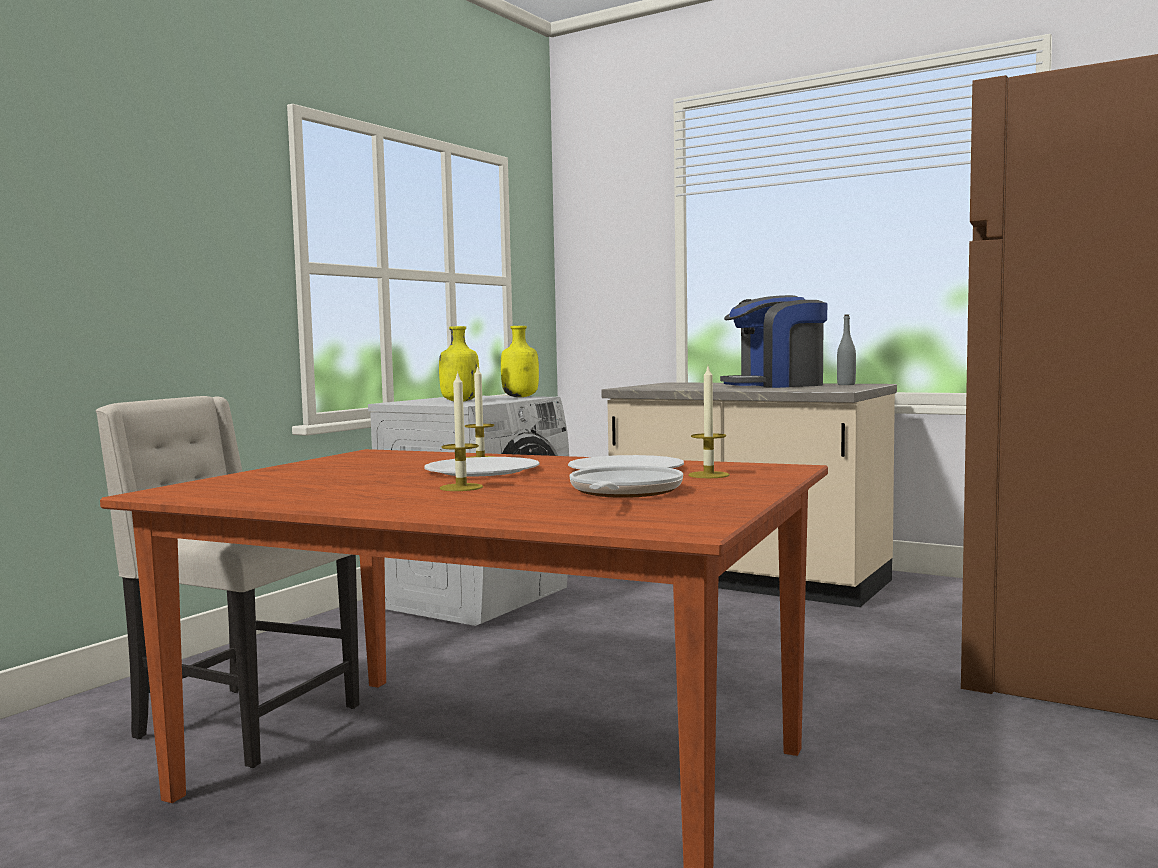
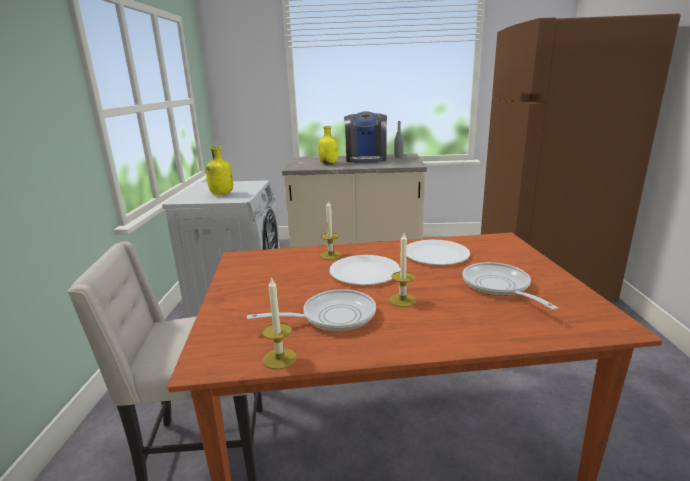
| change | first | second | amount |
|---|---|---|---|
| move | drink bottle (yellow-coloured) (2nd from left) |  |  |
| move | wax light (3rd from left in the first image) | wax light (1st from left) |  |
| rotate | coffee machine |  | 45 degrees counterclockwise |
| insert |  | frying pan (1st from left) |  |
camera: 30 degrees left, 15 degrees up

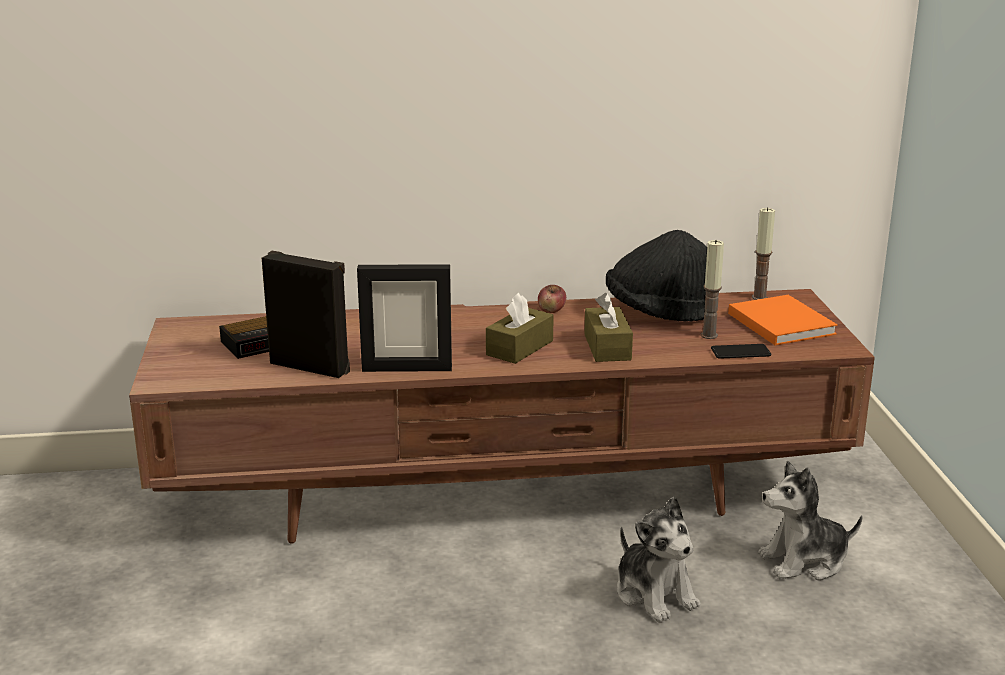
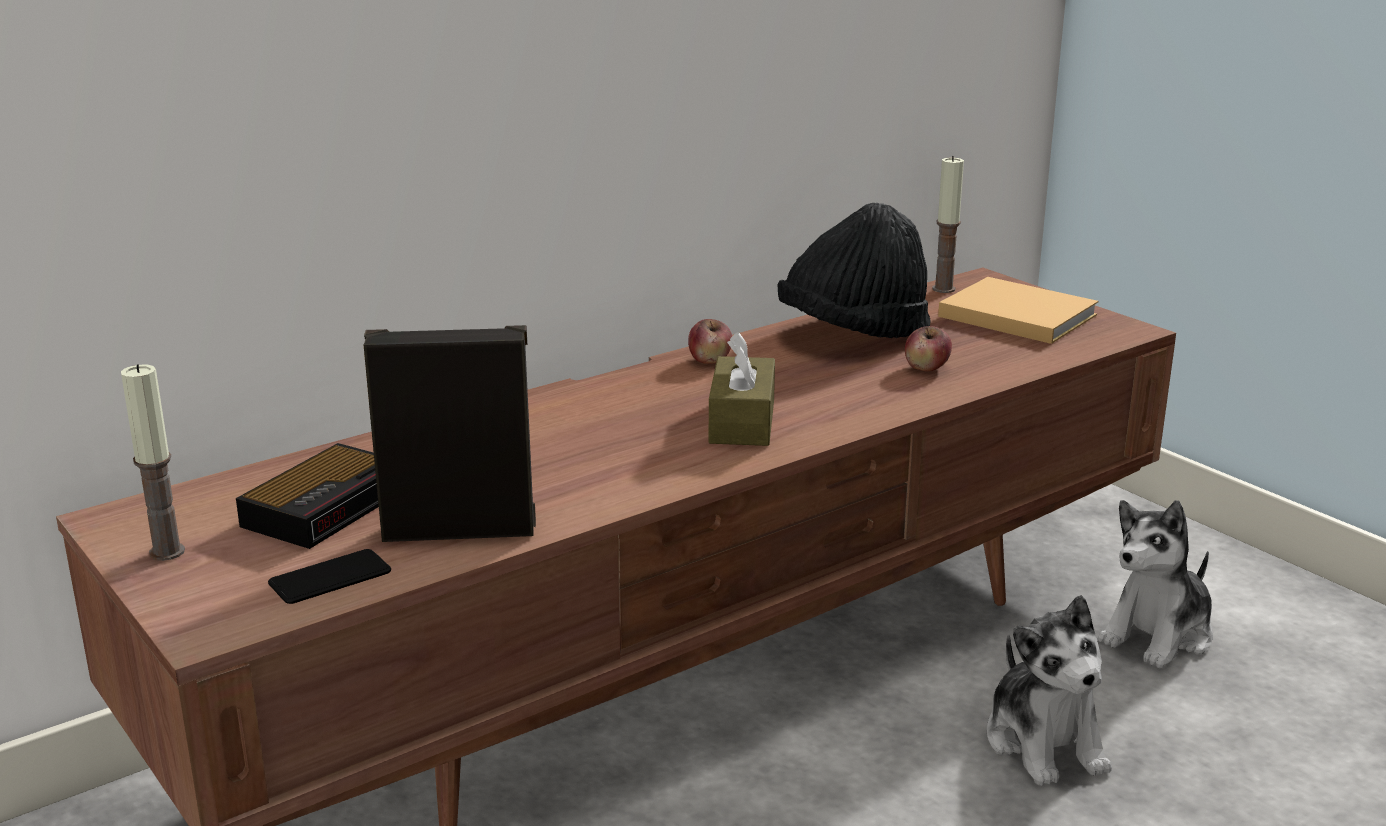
| change | first | second | amount |
|---|---|---|---|
| delete | standing frame |  |  |
| delete | box of tissues (brownish) (2nd from left) |  |  |
| rotate | cuddly toy (1st from left) |  | 45 degrees clockwise |
| move | wax light (1st from left) |  |  |
| move | handset |  |  |
| recolor | volume (orangey) | volume (beige-coloured) |  |
| insert |  | apple (2nd from left) |  |
camera: 30 degrees left, 0 degrees up

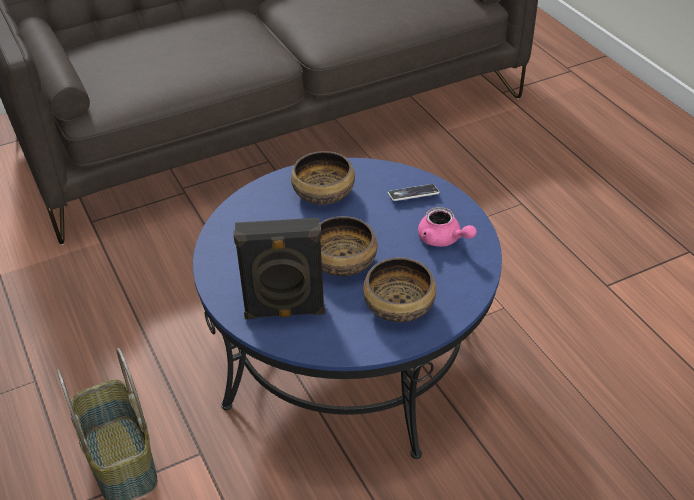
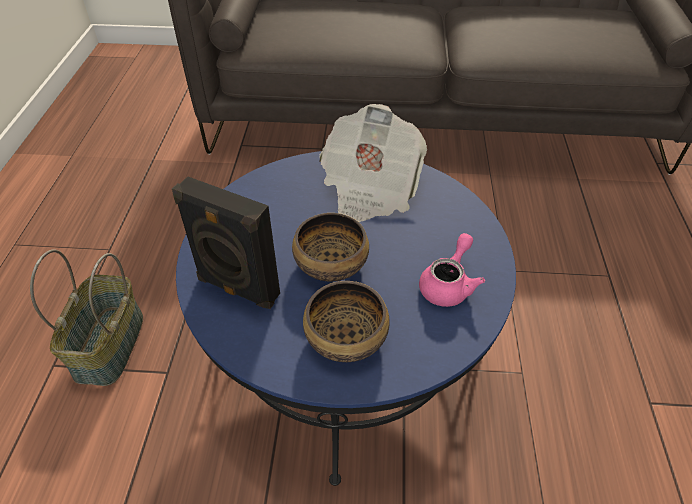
| change | first | second | amount |
|---|---|---|---|
| replace | deep dish (1st from left) | daily paper |  |
| delete | handset |  |  |
| rotate | tea pot (pink-coloured) |  | 135 degrees counterclockwise |
camera: 30 degrees right, 5 degrees up

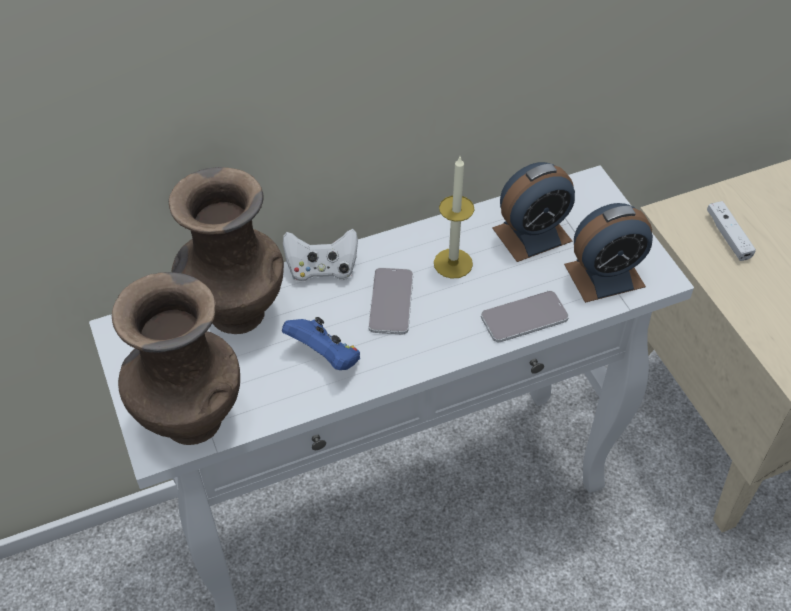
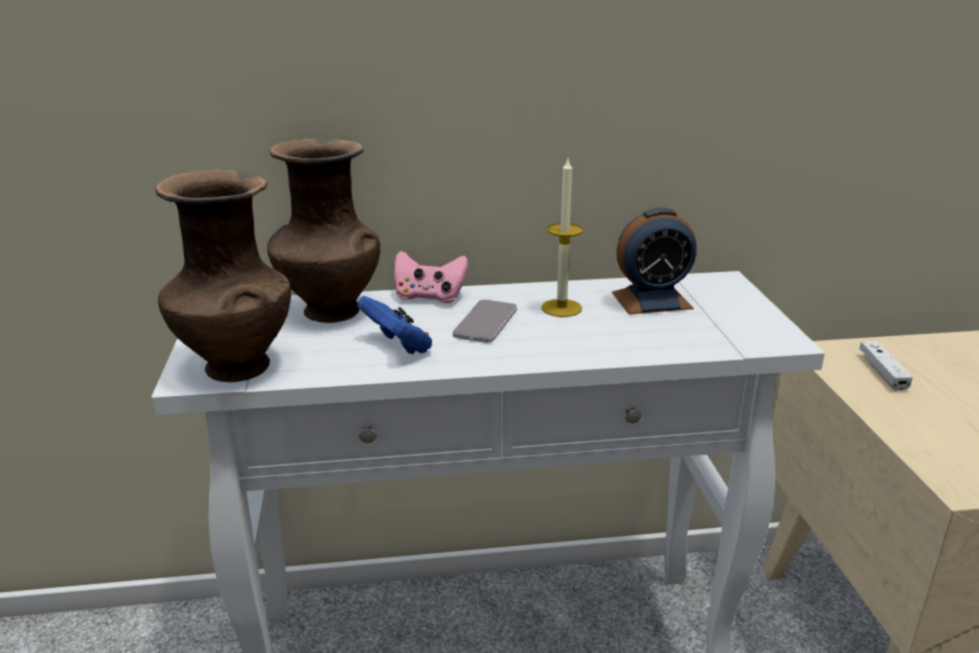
| change | first | second | amount |
|---|---|---|---|
| recolor | gamepad (white-coloured) (1st from left) | gamepad (pink-coloured) |  |
| delete | handset (2nd from left) |  |  |
| delete | bedside clock (2nd from left) |  |  |
camera: 15 degrees right, 25 degrees down

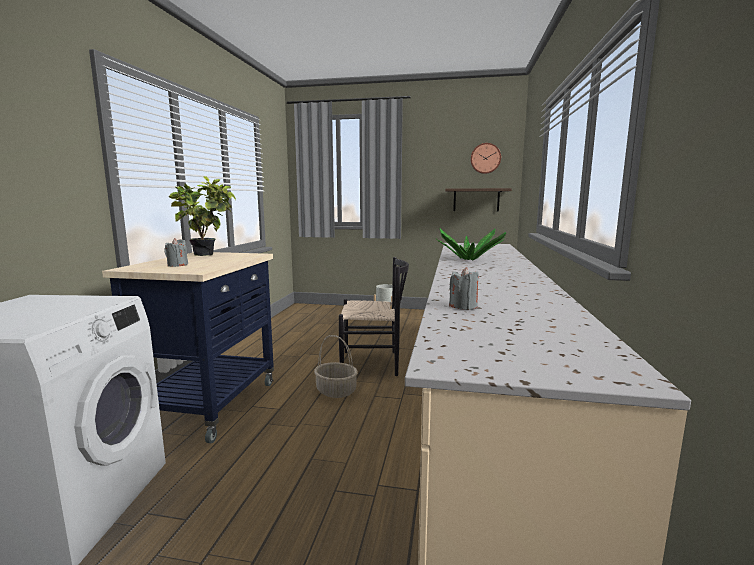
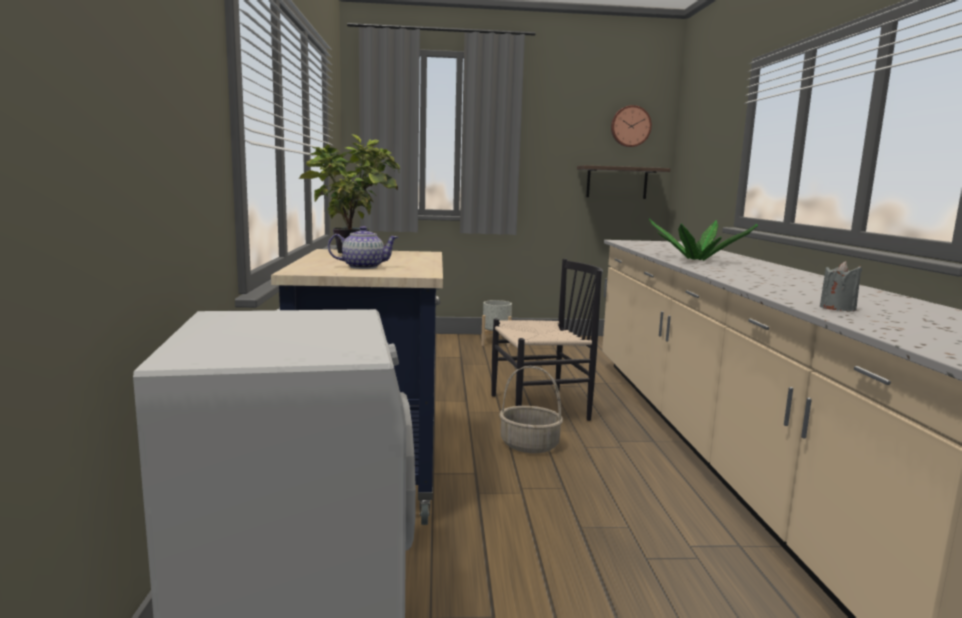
| change | first | second | amount |
|---|---|---|---|
| replace | wax light (greyish) (1st from left) | tea pot |  |
camera: 15 degrees left, 0 degrees up

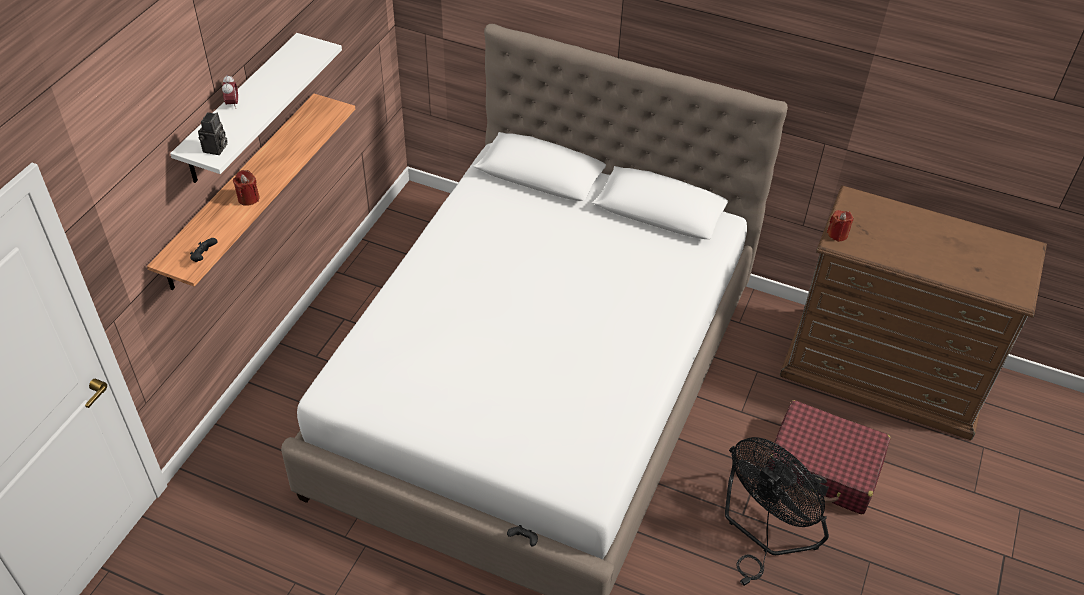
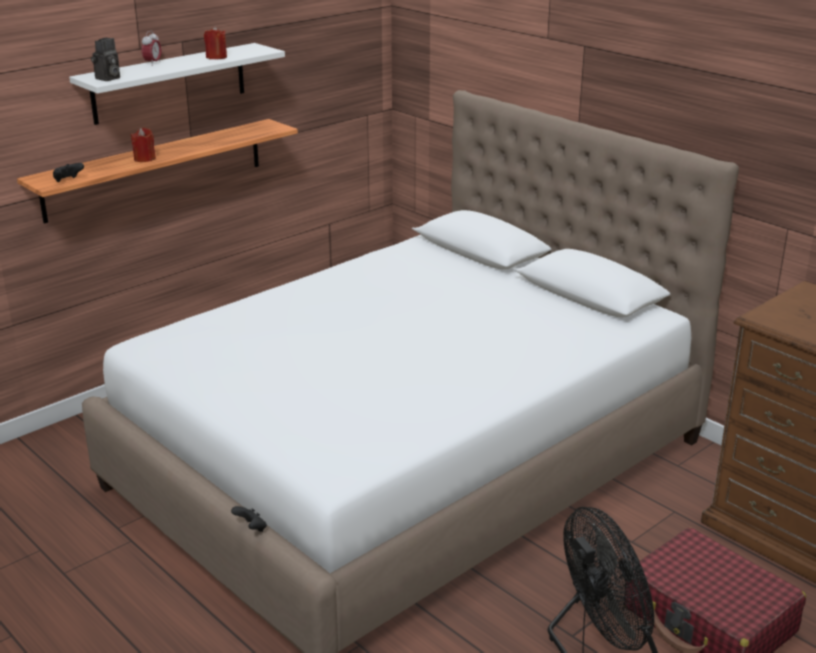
| change | first | second | amount |
|---|---|---|---|
| move | wax light (red-coloured) (2nd from left) |  |  |
camera: 25 degrees right, 20 degrees down

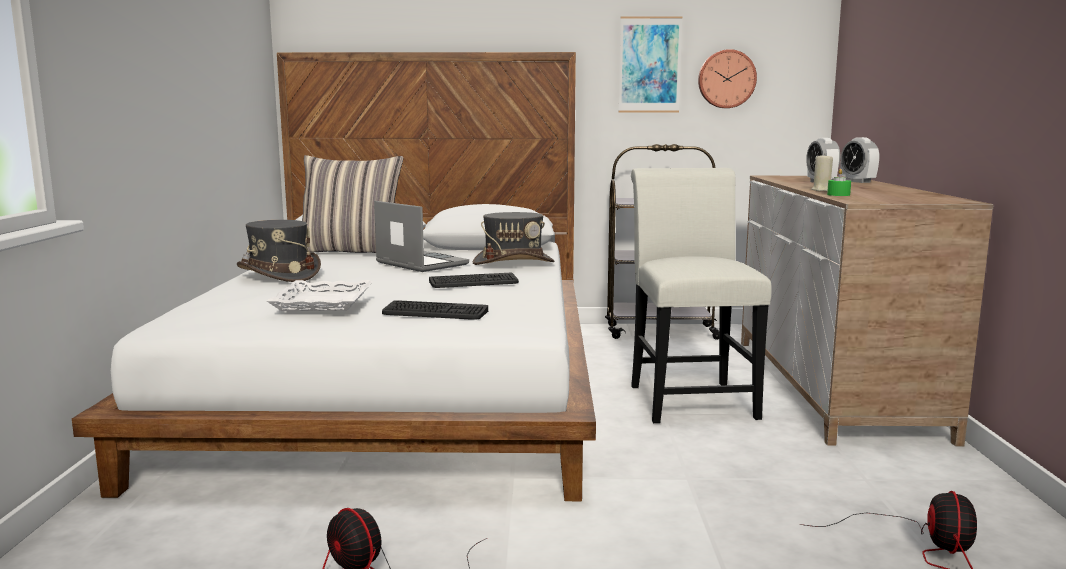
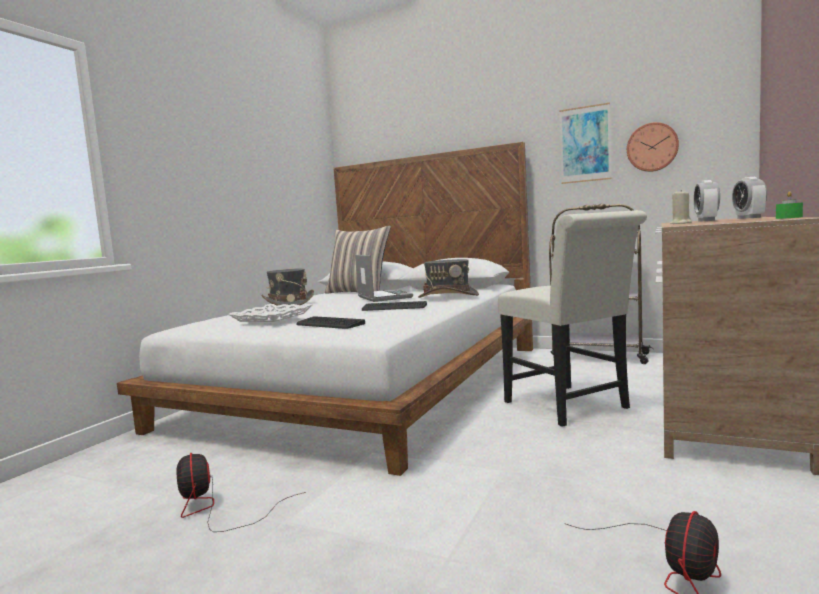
| change | first | second | amount |
|---|---|---|---|
| rotate | chair (white-coloured) |  | 135 degrees clockwise |
| move | wax light (green) |  |  |
camera: 25 degrees right, 5 degrees down

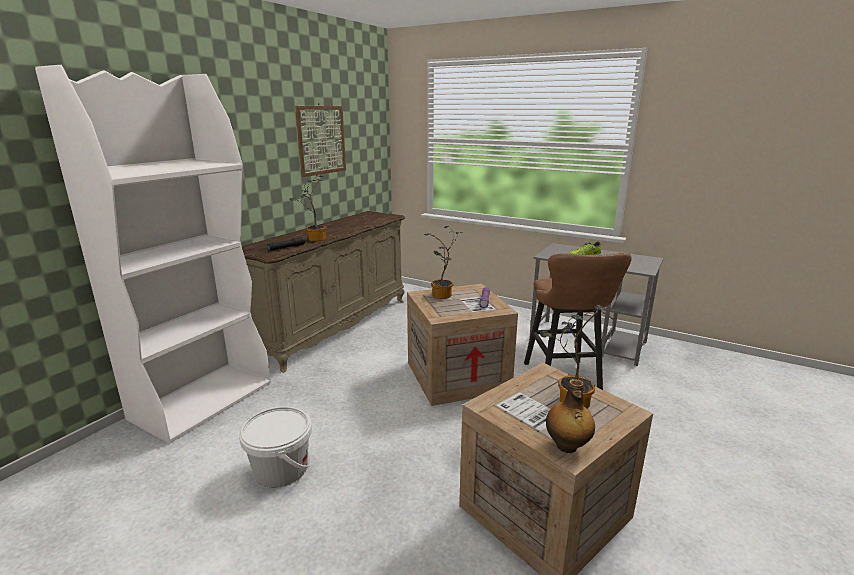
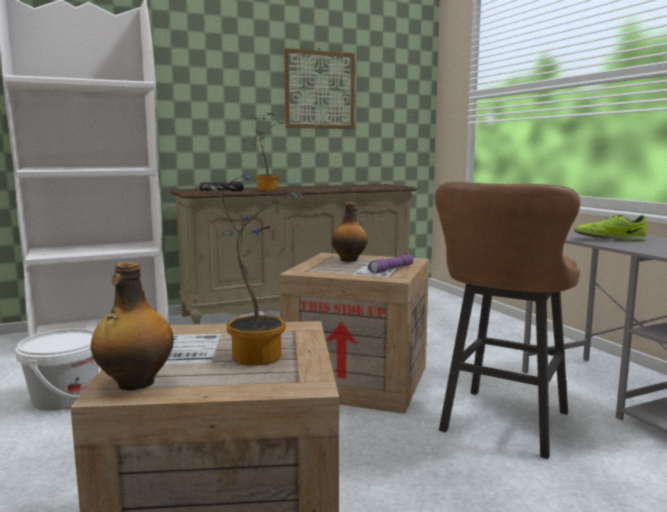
| change | first | second | amount |
|---|---|---|---|
| replace | houseplant (2nd from left) | drink bottle (2nd from left) |  |
camera: 35 degrees right, 10 degrees down

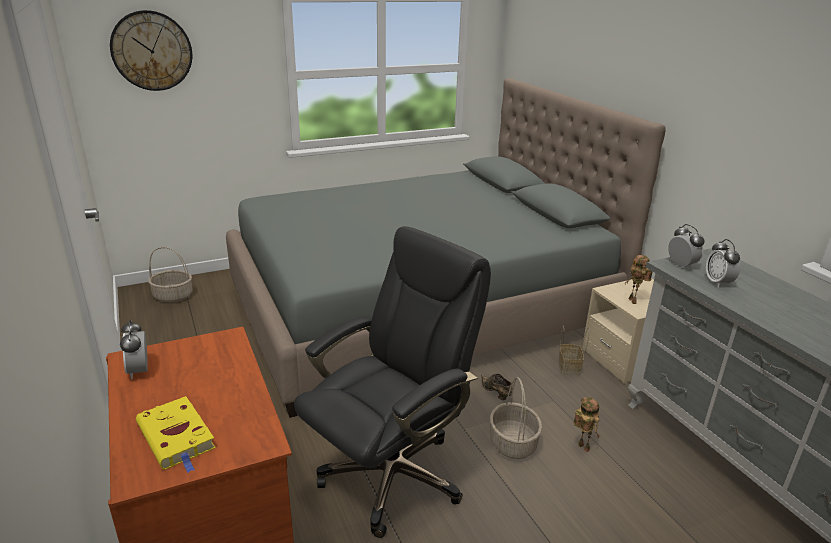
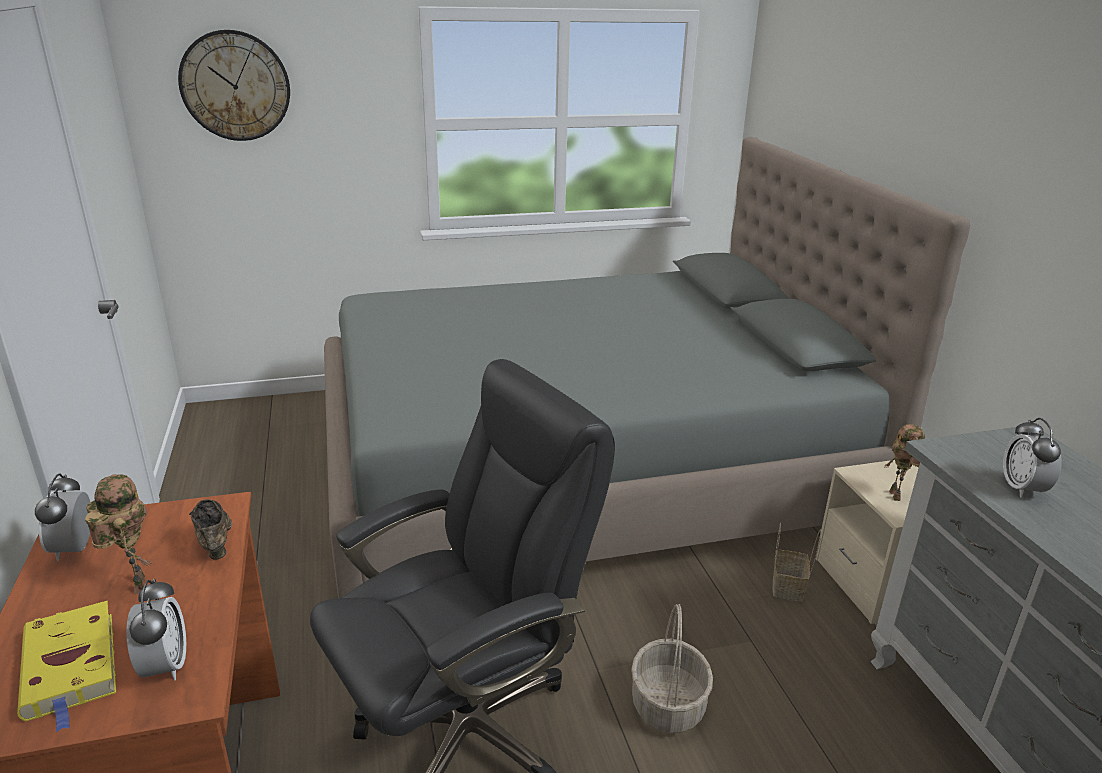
| change | first | second | amount |
|---|---|---|---|
| delete | basket (1st from left) |  |  |
| move | shoe (brownish) |  |  |
| move | robot figure (1st from left) |  |  |
| move | bedside clock (2nd from left) |  |  |
camera: 10 degrees right, 0 degrees up

